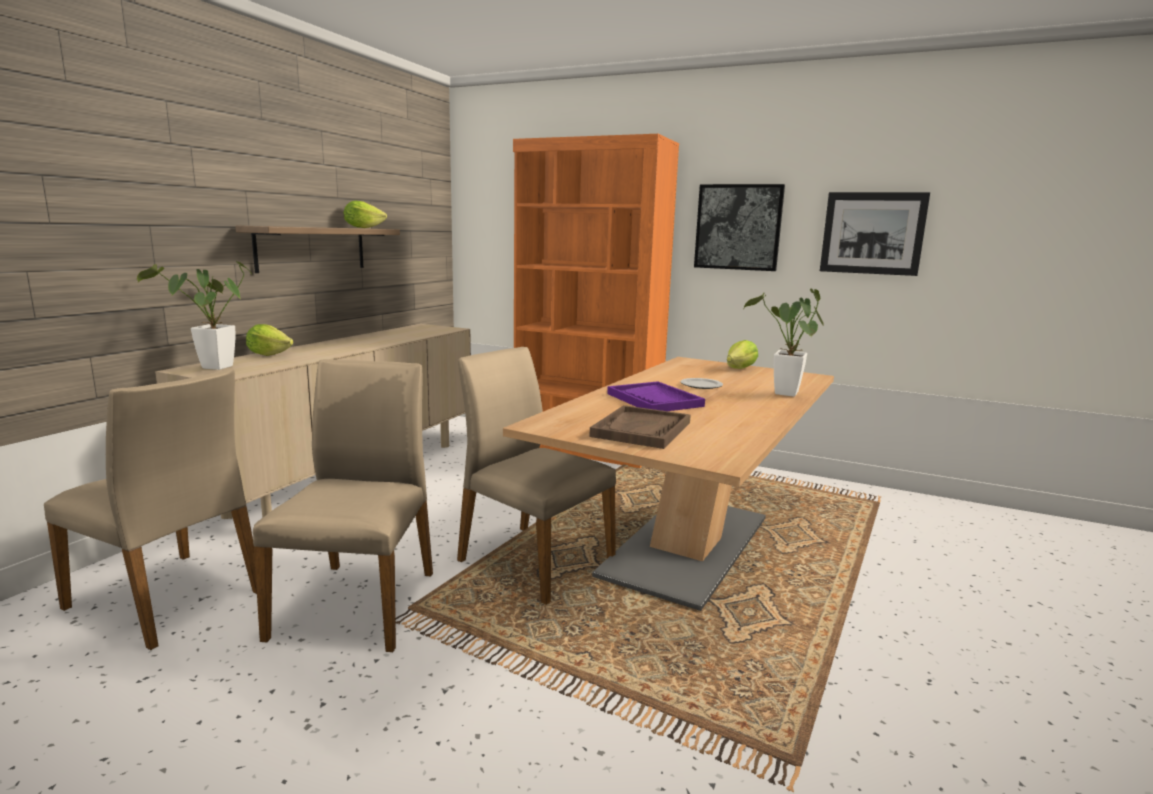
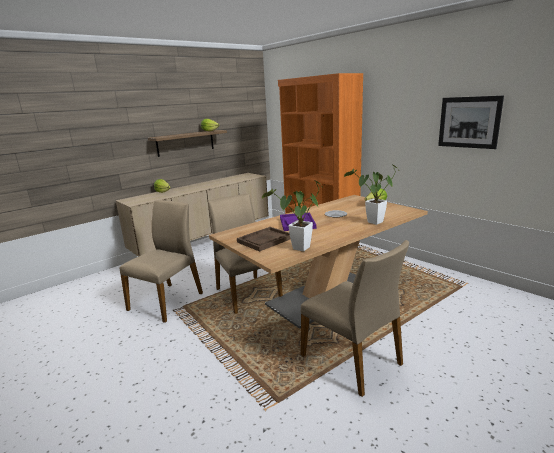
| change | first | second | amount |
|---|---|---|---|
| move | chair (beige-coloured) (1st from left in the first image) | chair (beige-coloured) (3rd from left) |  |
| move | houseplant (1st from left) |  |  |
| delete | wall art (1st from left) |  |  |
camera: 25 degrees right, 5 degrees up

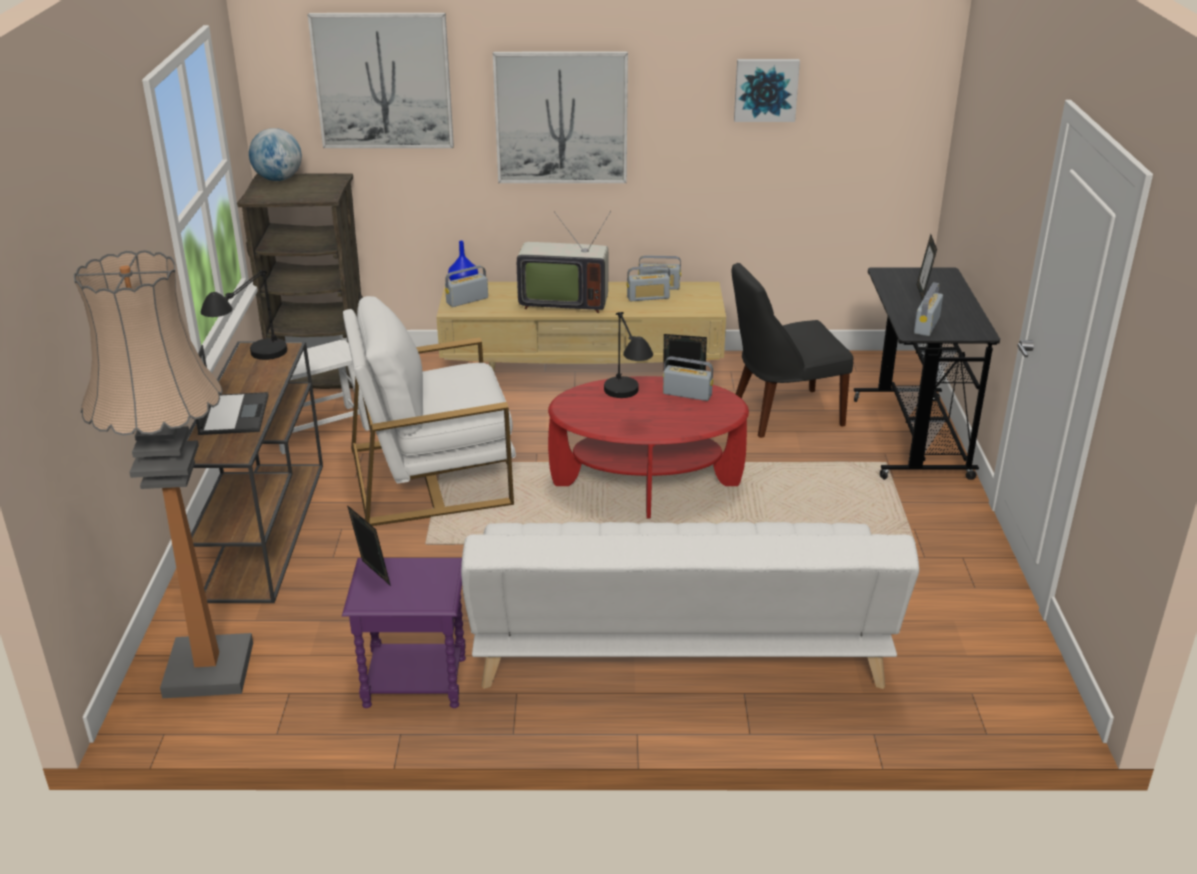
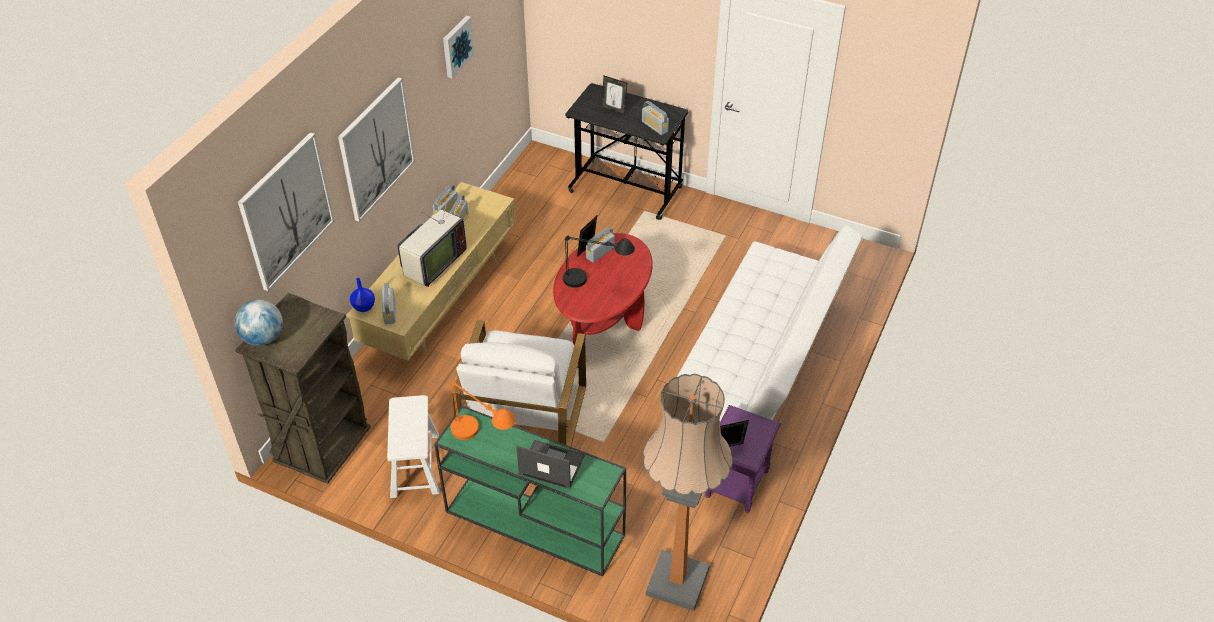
| change | first | second | amount |
|---|---|---|---|
| recolor | hall table (brownish) | hall table (green) |  |
| recolor | tabletop lamp (black-coloured) (1st from left) | tabletop lamp (orangey) |  |
| delete | chair (black-coloured) |  |  |
camera: 65 degrees left, 15 degrees up

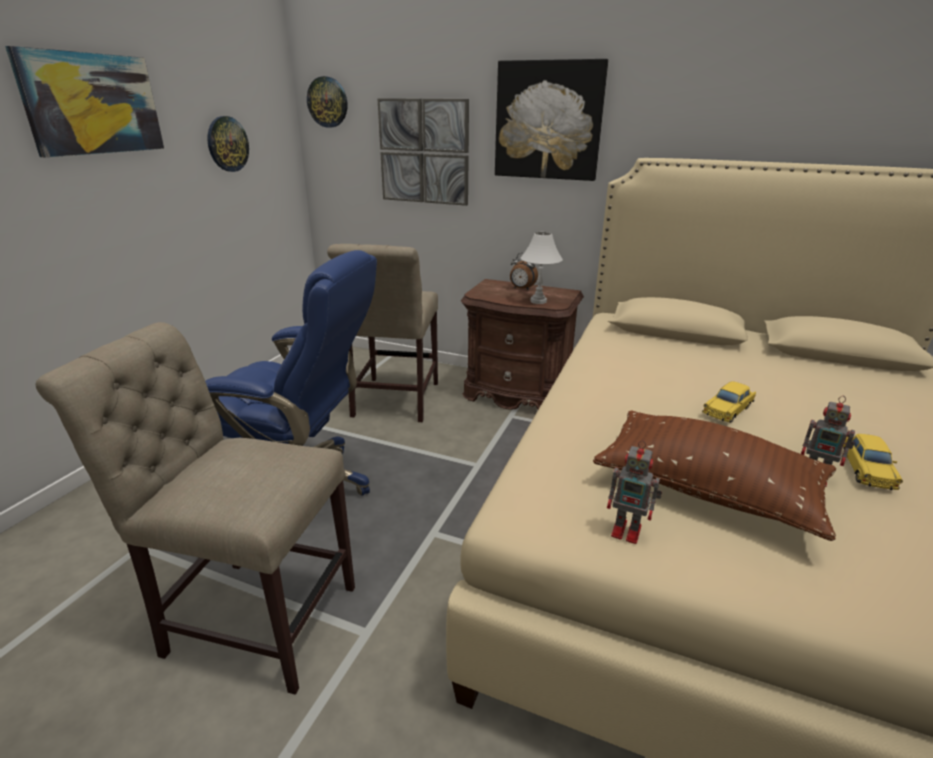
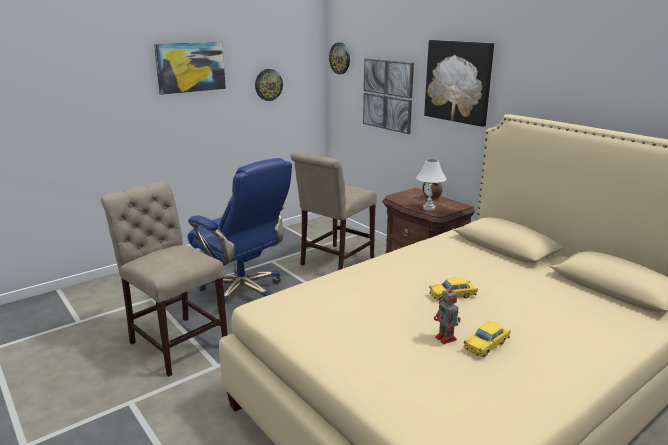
| change | first | second | amount |
|---|---|---|---|
| delete | throw pillow (brownish) |  |  |
| delete | robot figure (1st from left) |  |  |
camera: 30 degrees right, 5 degrees down

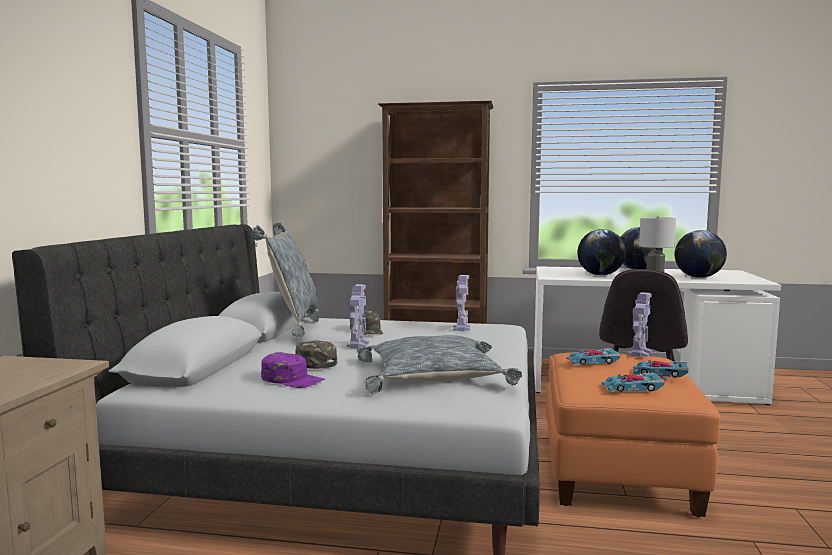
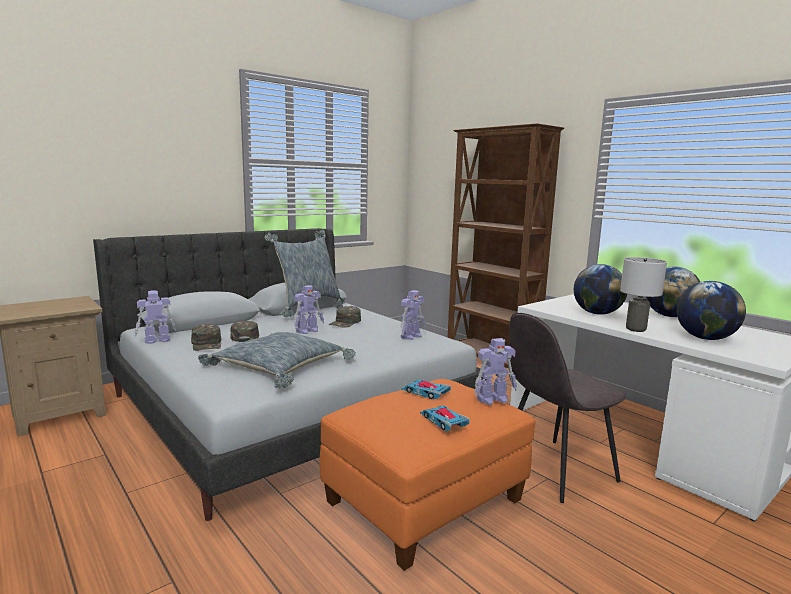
| change | first | second | amount |
|---|---|---|---|
| recolor | peaked cap (purple-coloured) | peaked cap (green) (1st from left) |  |
| delete | toy car (2nd from left) |  |  |
| insert |  | robot figure (1st from left) |  |
camera: 40 degrees right, 5 degrees up

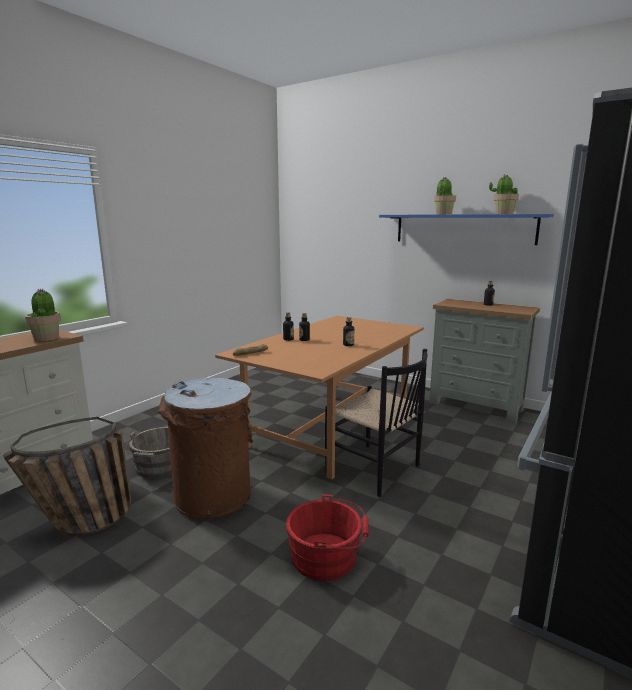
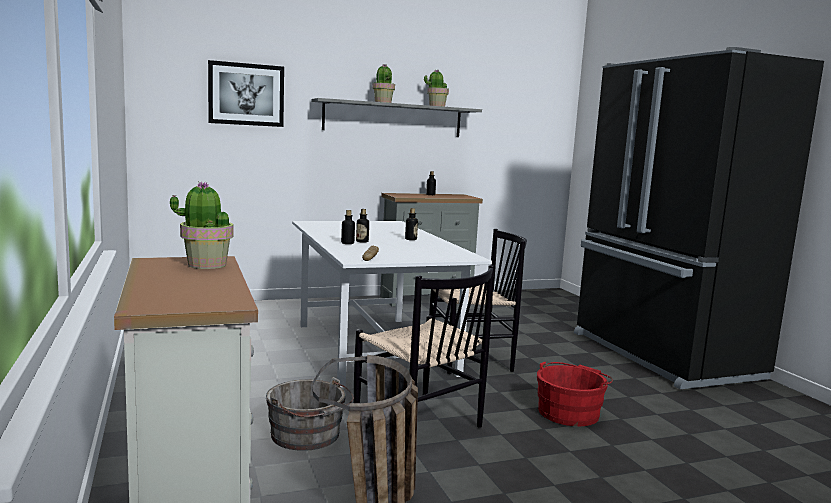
| change | first | second | amount |
|---|---|---|---|
| replace | waste bin (brownish) | chair (black-coloured) (1st from left) |  |
| recolor | dinner table (brownish) | dinner table (white-coloured) |  |
| recolor | bracket shelf (blue) | bracket shelf (greyish) |  |
| insert |  | wall art |  |
camera: 55 degrees left, 5 degrees down

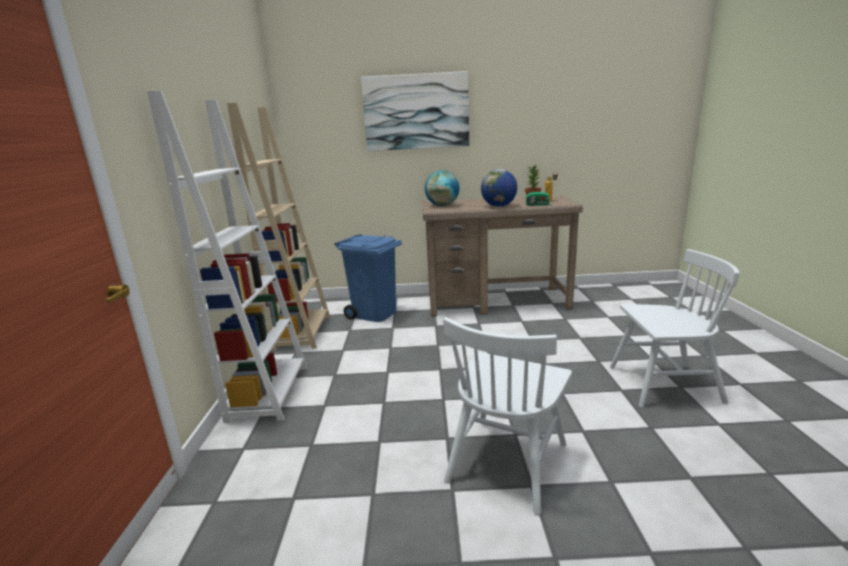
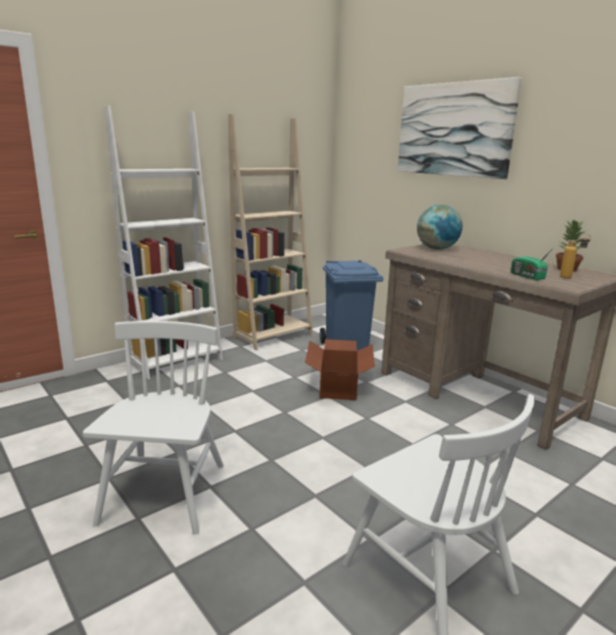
| change | first | second | amount |
|---|---|---|---|
| rotate | chair (white-coloured) (1st from left) |  | 105 degrees clockwise |
| delete | desk globe (2nd from left) |  |  |
| insert |  | packing box |  |
camera: 50 degrees right, 0 degrees up

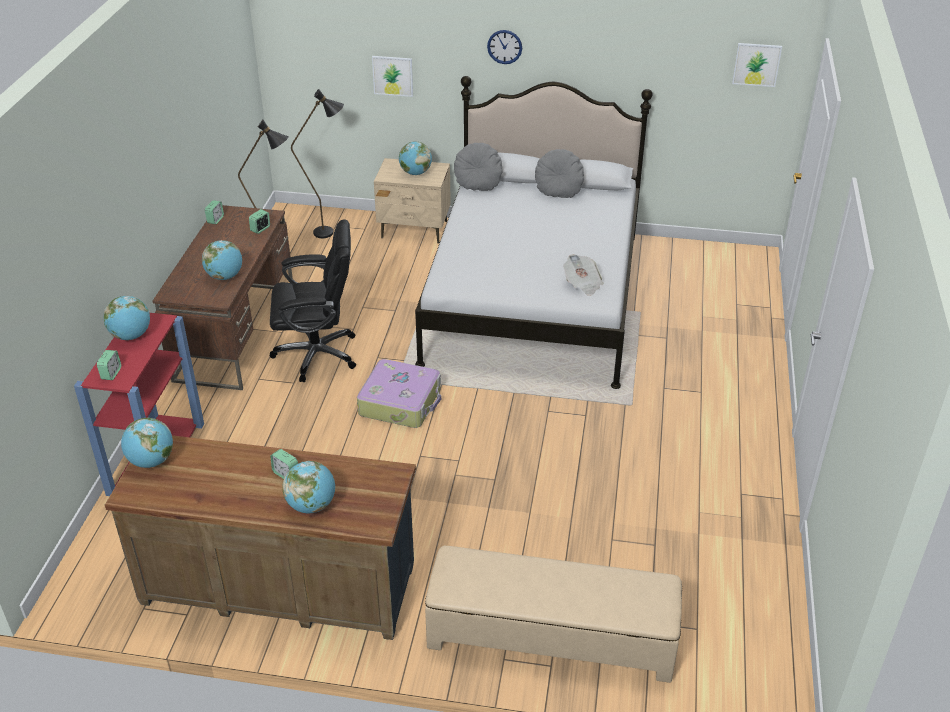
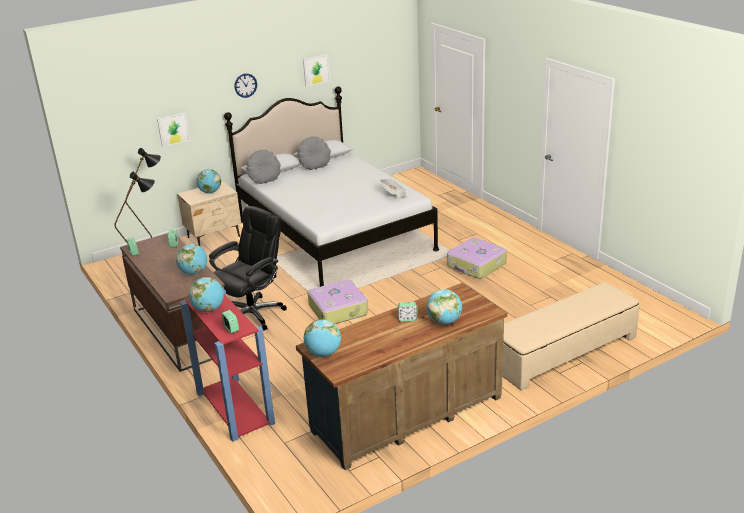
| change | first | second | amount |
|---|---|---|---|
| move | wall art (2nd from left) |  |  |
| insert |  | suitcase (2nd from left) |  |
camera: 40 degrees left, 10 degrees down

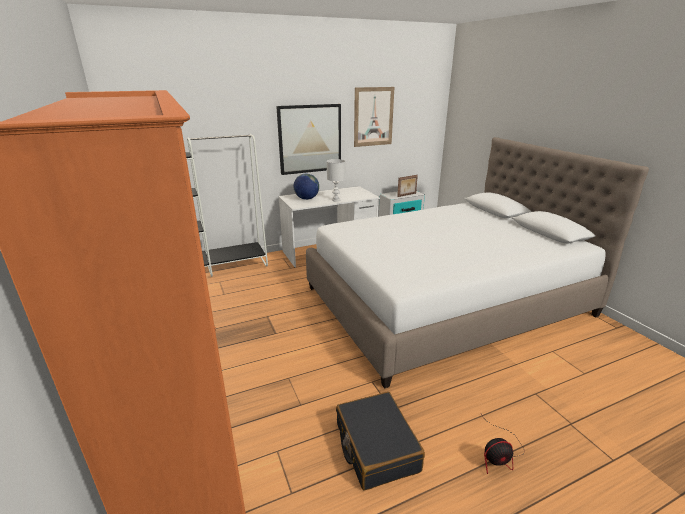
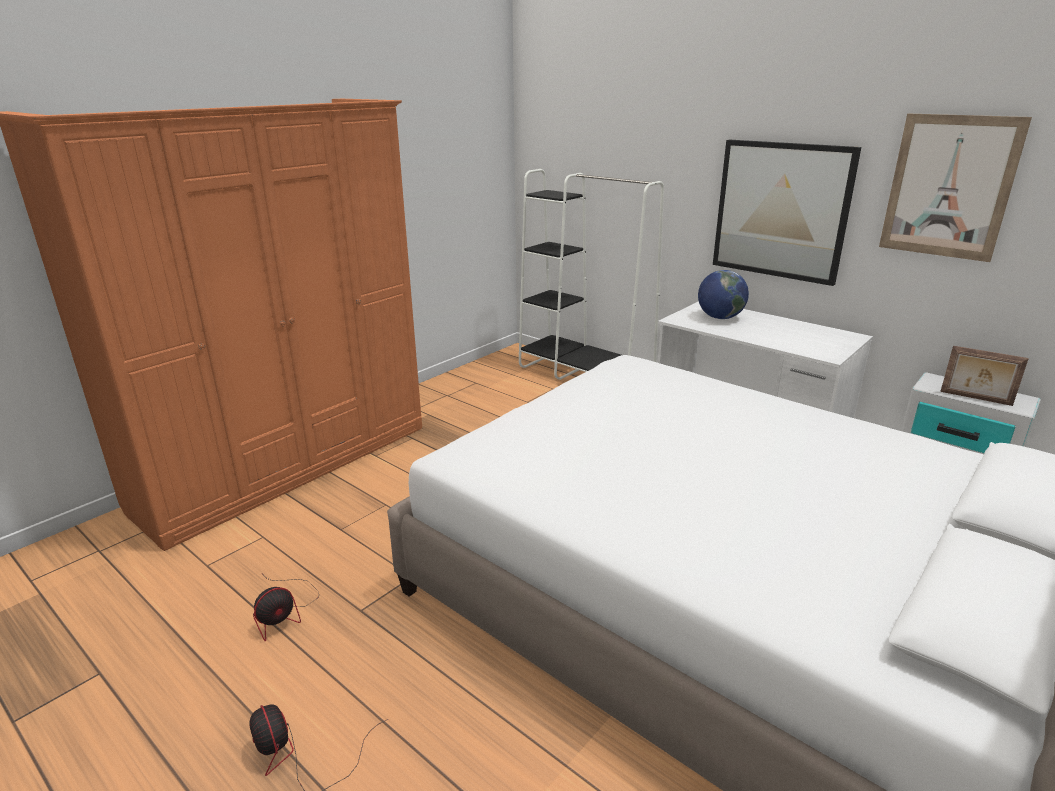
| change | first | second | amount |
|---|---|---|---|
| delete | tabletop lamp (white-coloured) |  |  |
| replace | suitcase (black-coloured) | cooling fan (1st from left) |  |
camera: 65 degrees right, 0 degrees up

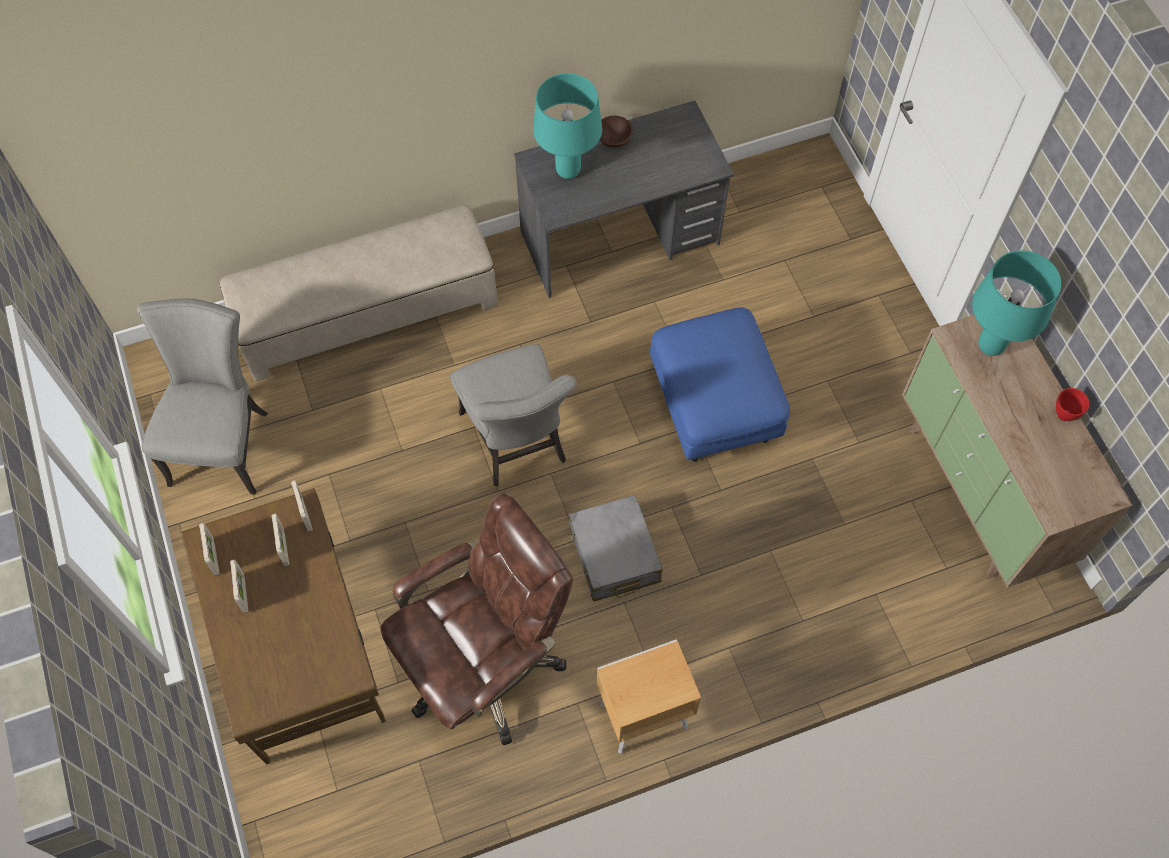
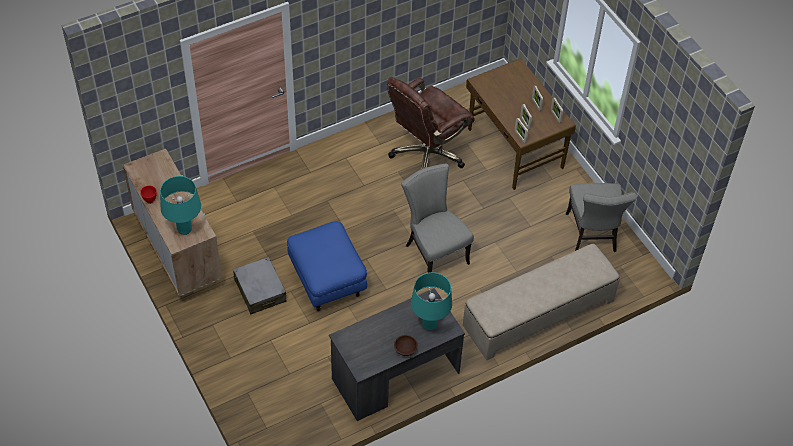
| change | first | second | amount |
|---|---|---|---|
| move | suitcase (greyish) |  |  |
| delete | bedside table (brownish) |  |  |
camera: 170 degrees right, 10 degrees down

